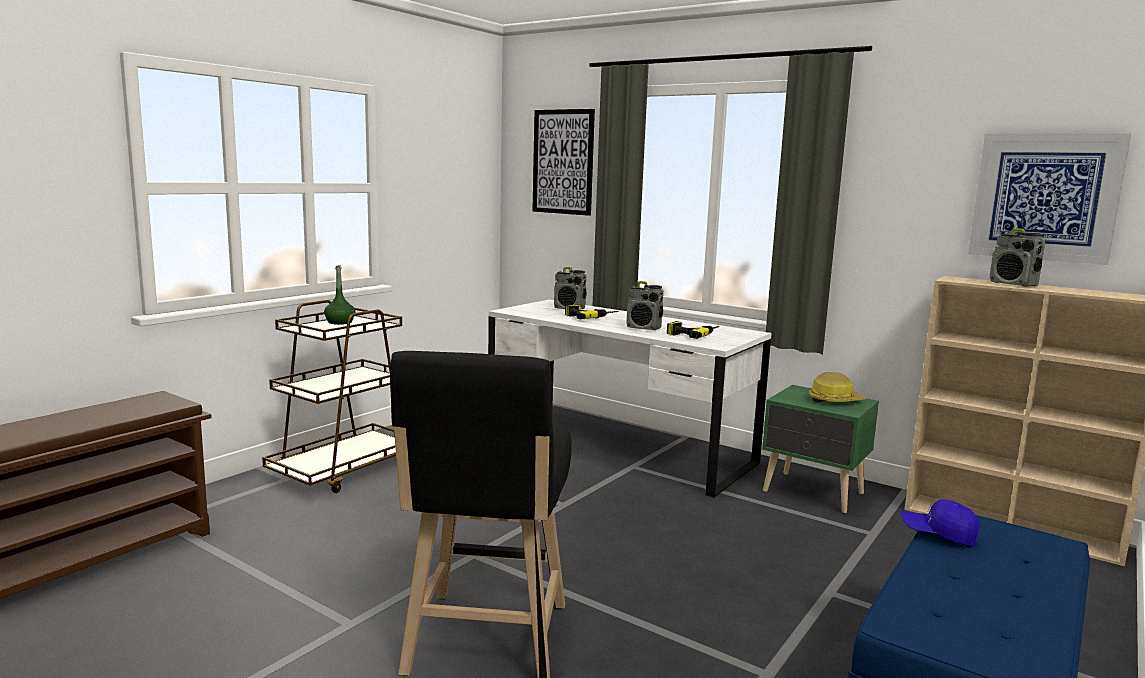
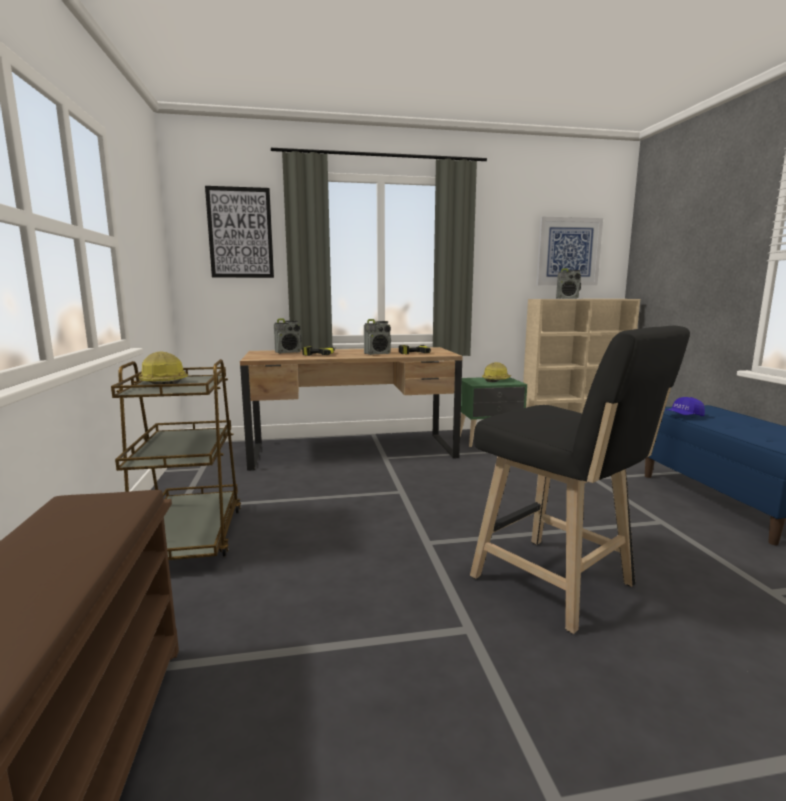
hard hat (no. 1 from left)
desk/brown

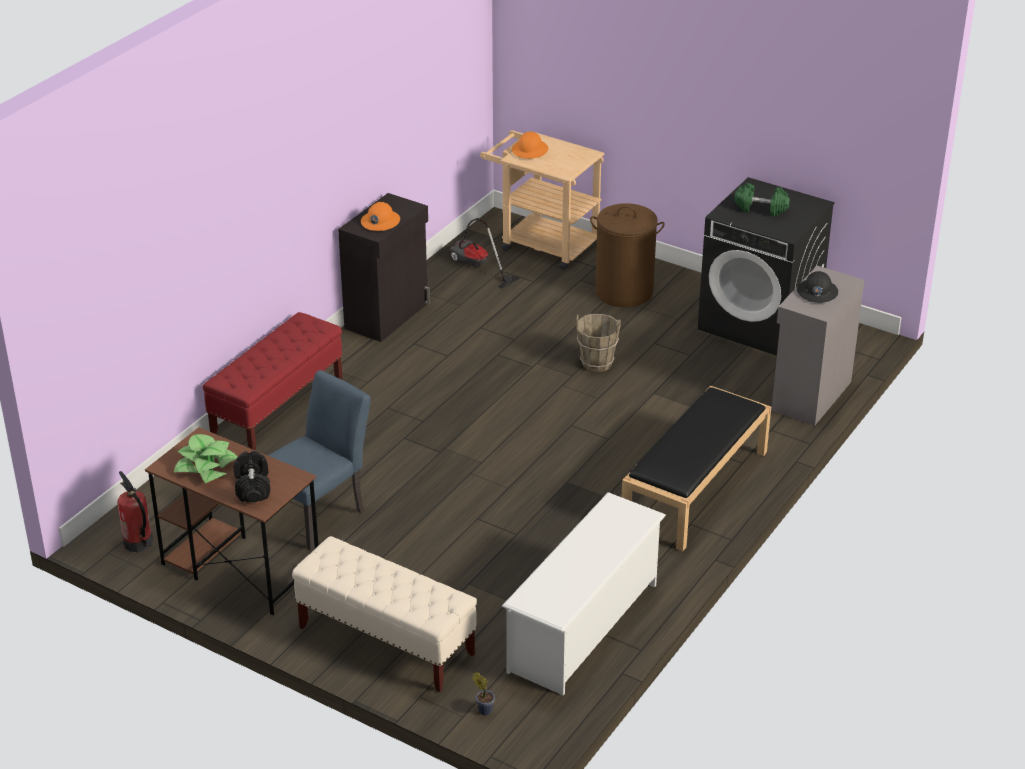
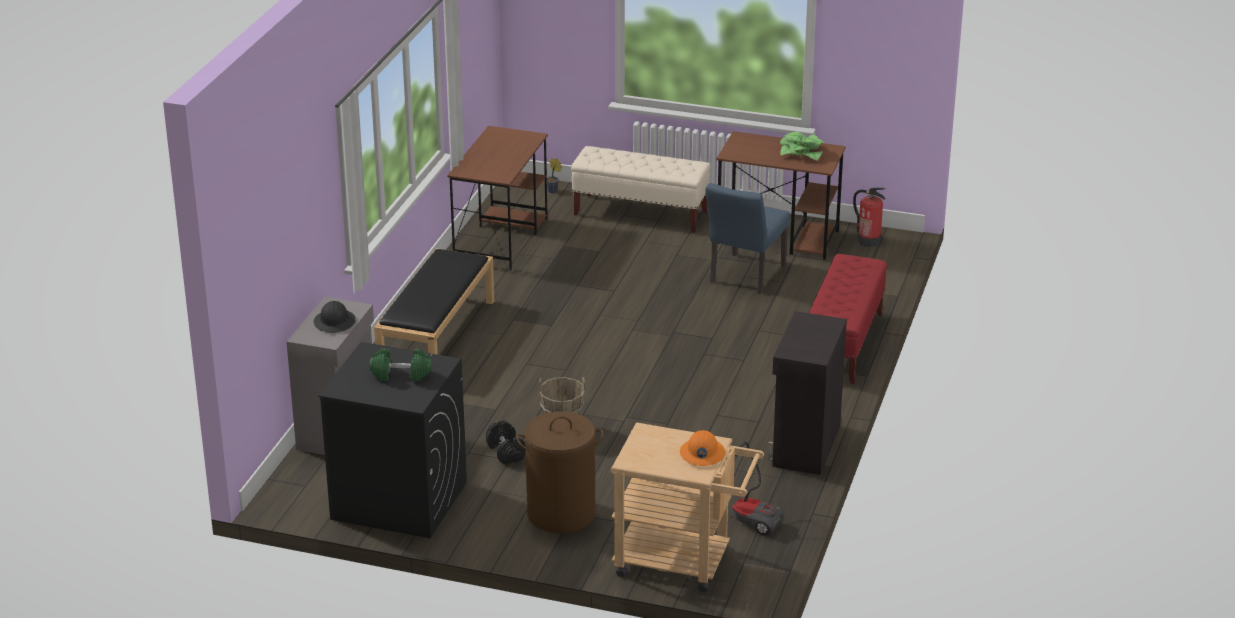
hard hat/orange (no. 1 from left in the first image)
dumbbell/black
desk/brown (no. 1 from left)

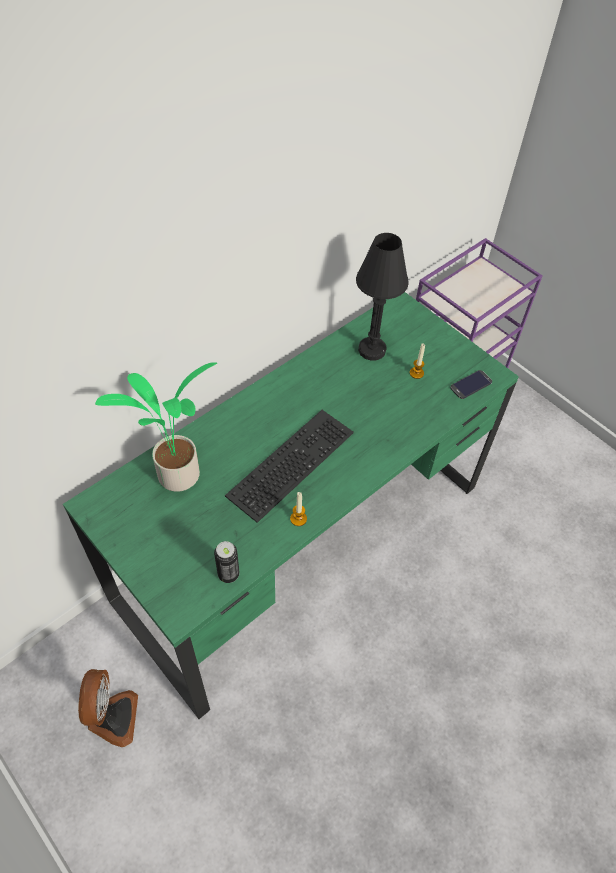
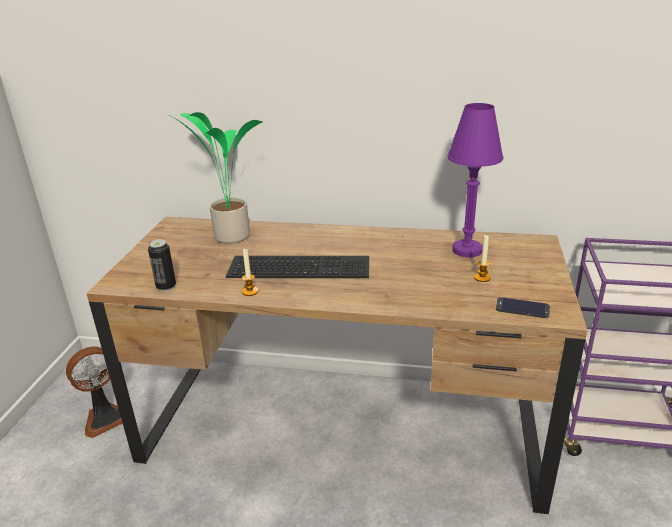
table lamp/purple
desk/brown

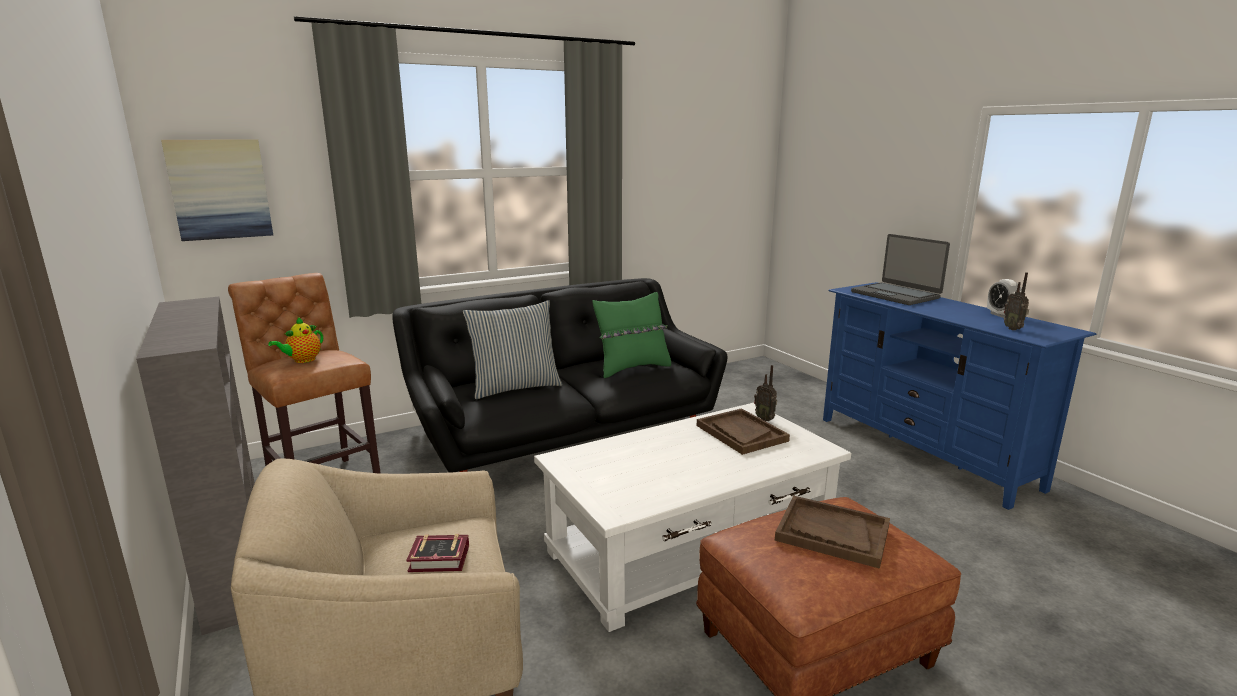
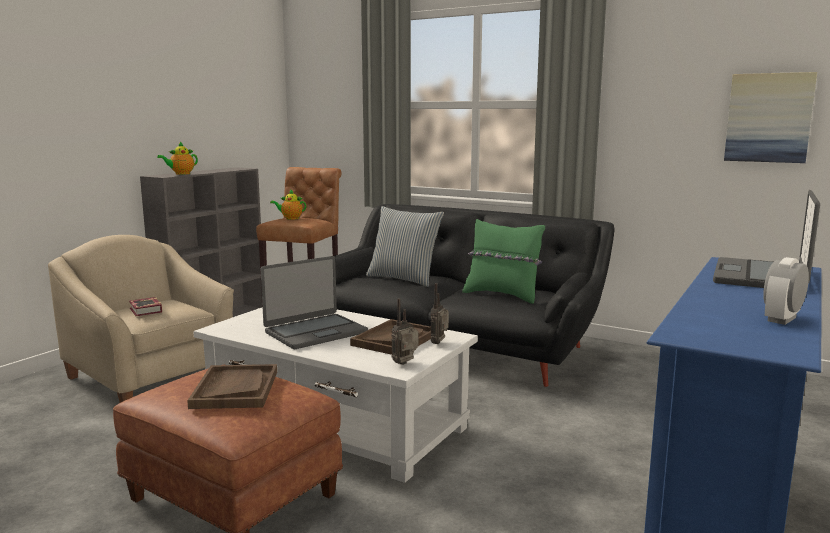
picture
radio (no. 1 from left)
teapot (no. 1 from left)
laptop (no. 1 from left)

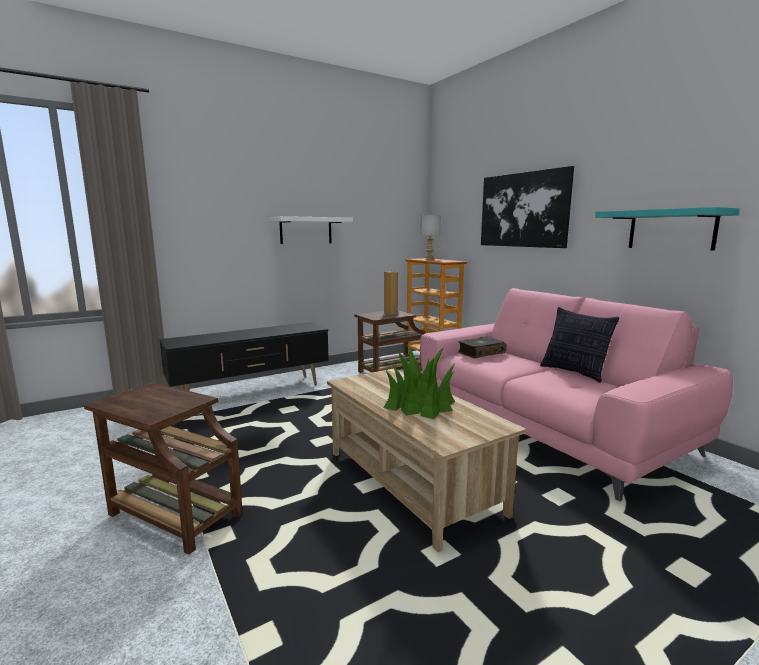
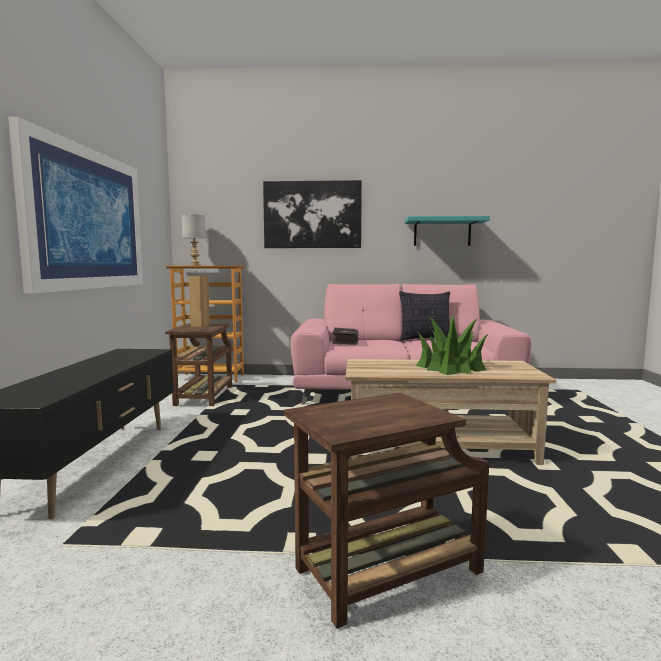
picture (no. 1 from left)

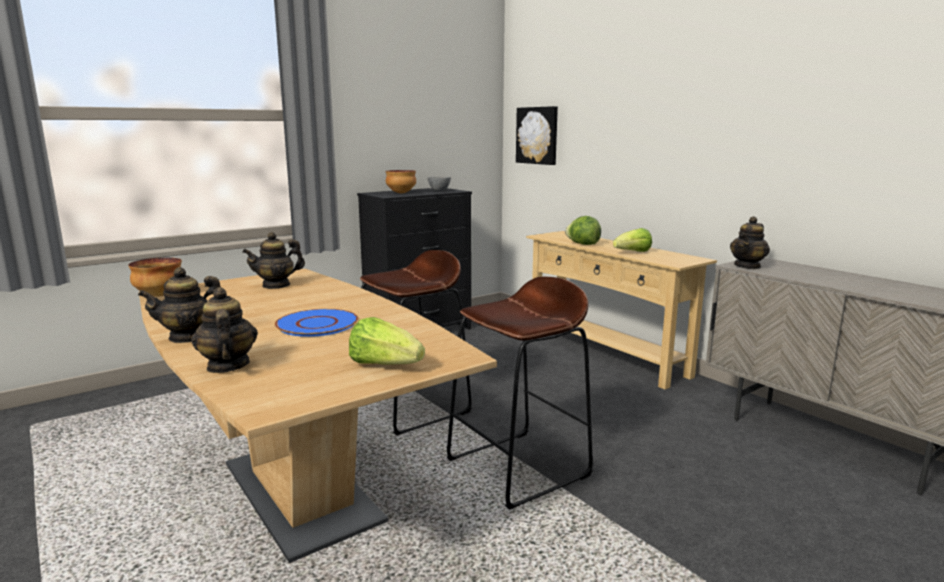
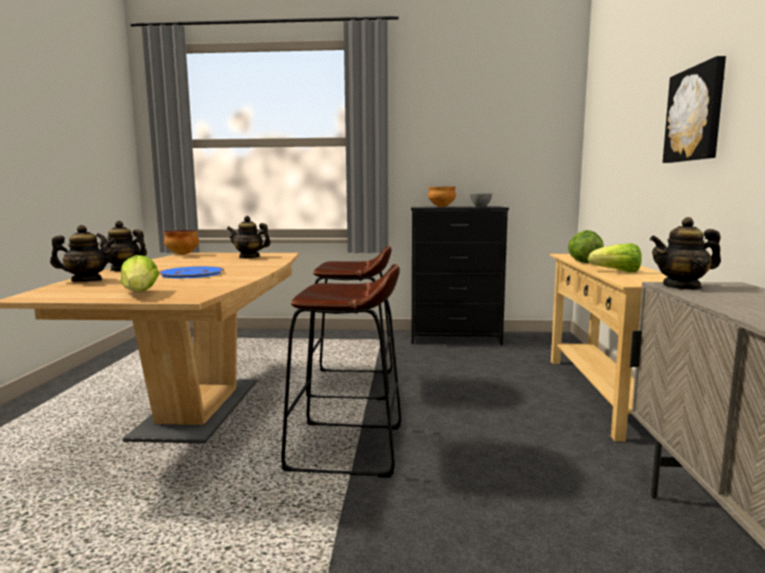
picture
teapot (no. 1 from left)

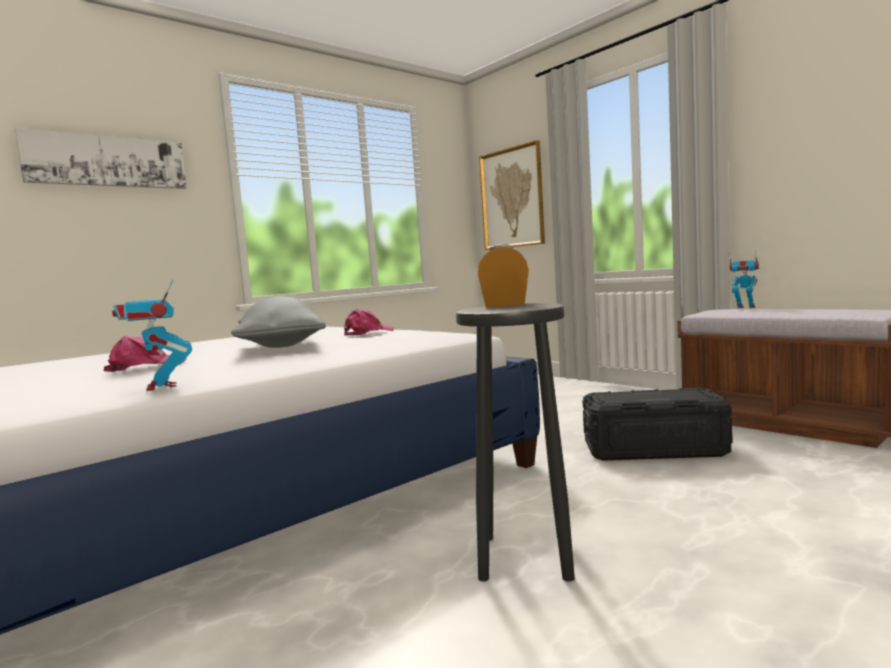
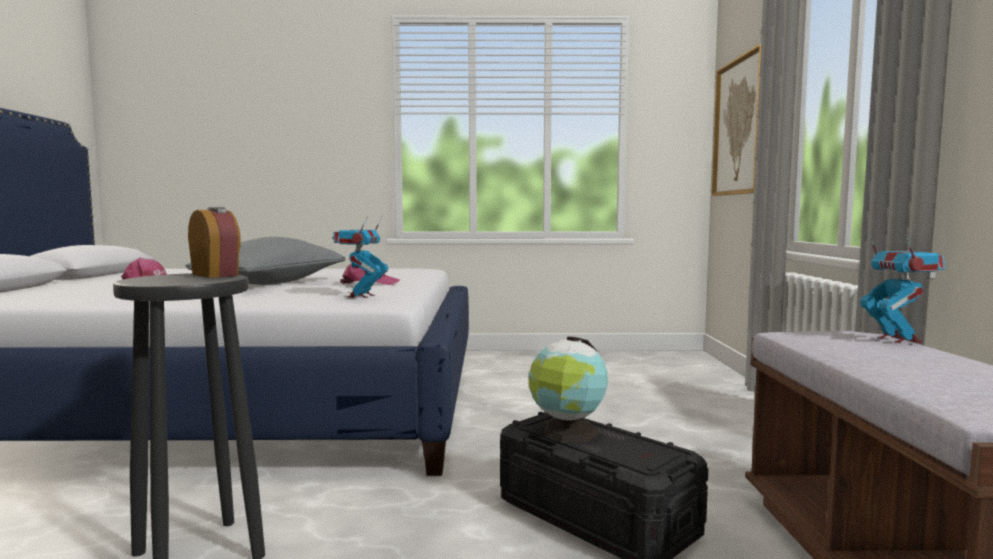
picture (no. 1 from left in the first image)
toy robot (no. 1 from left)
globe

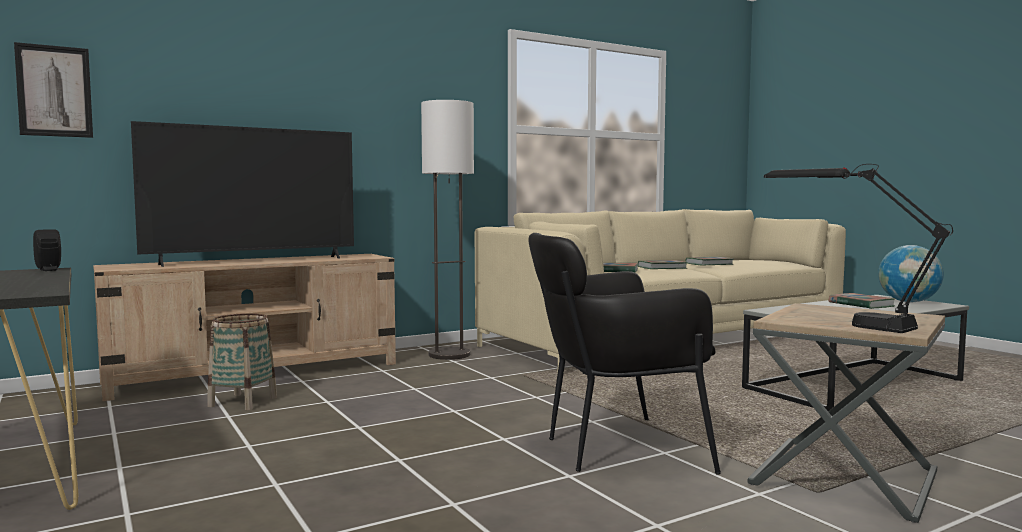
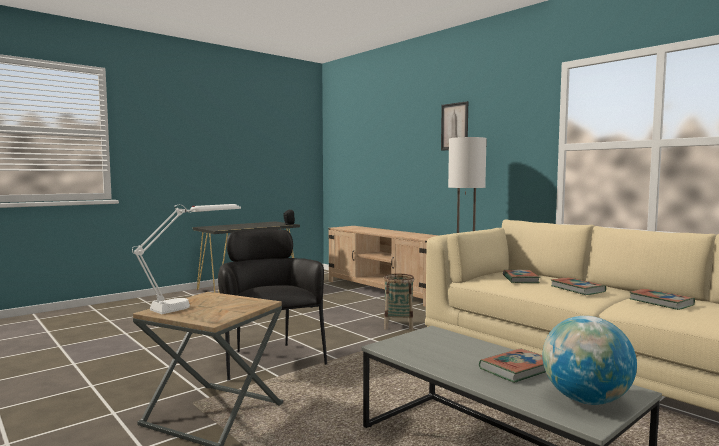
picture
television
table lamp/white
basket

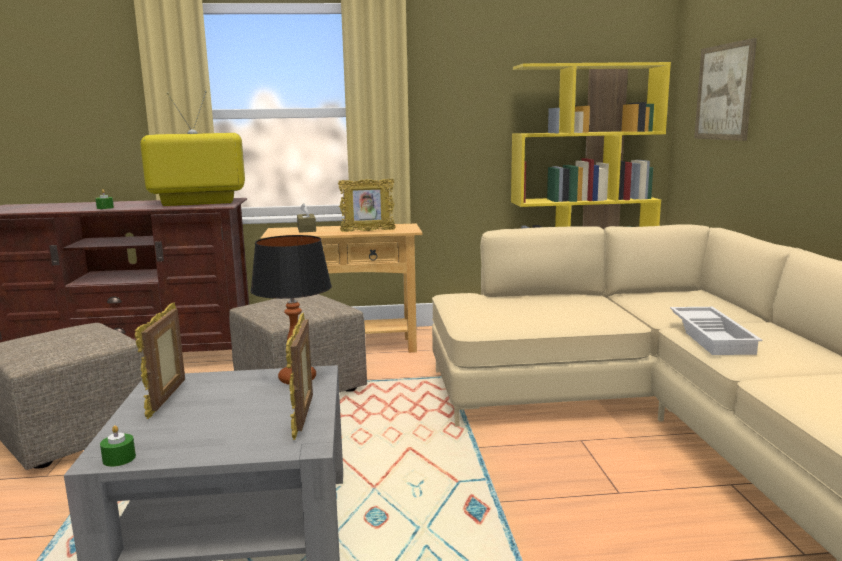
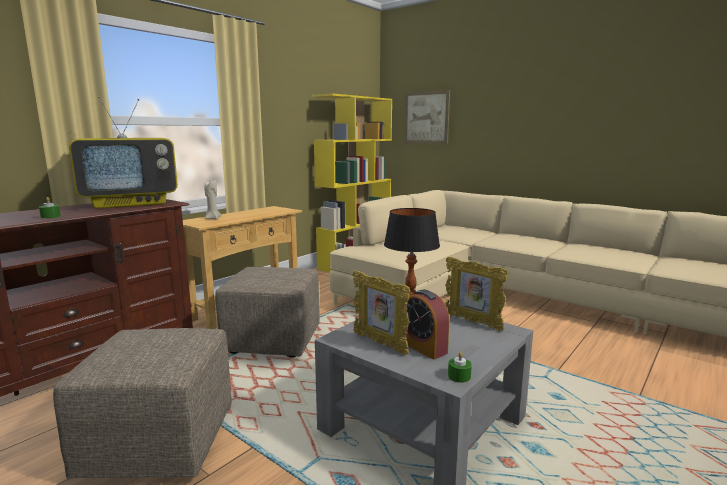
television
picture frame (no. 3 from left in the first image)
candle/beige
tray/white
alarm clock

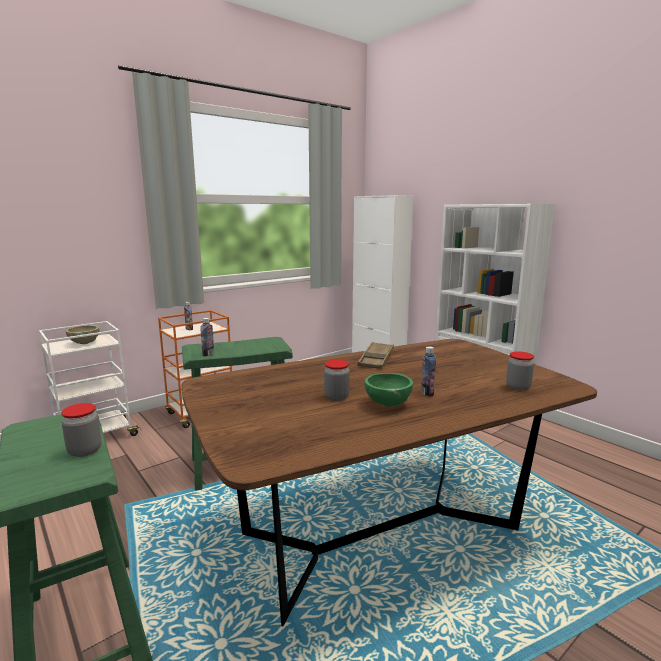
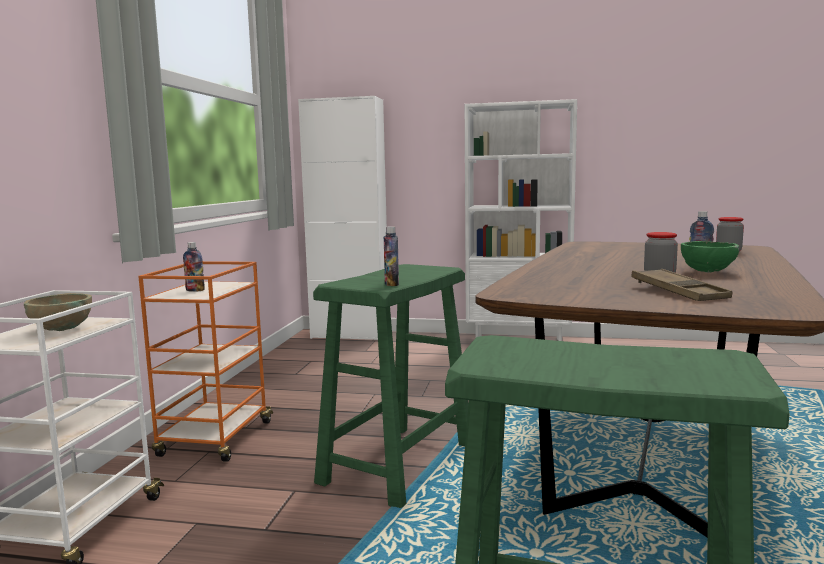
tray/brown
jar (no. 1 from left in the first image)

